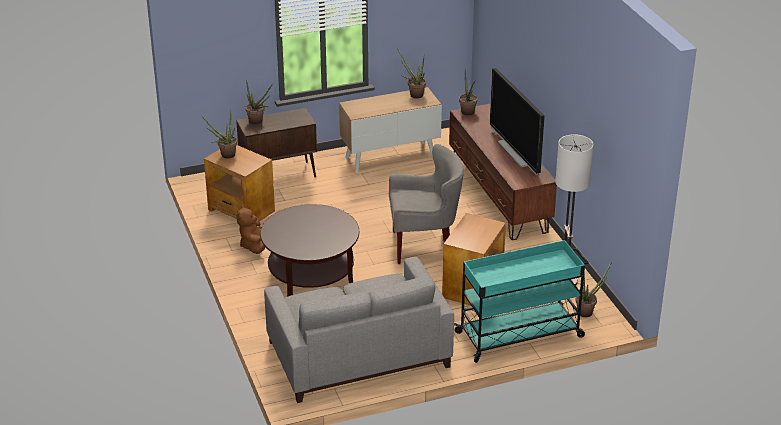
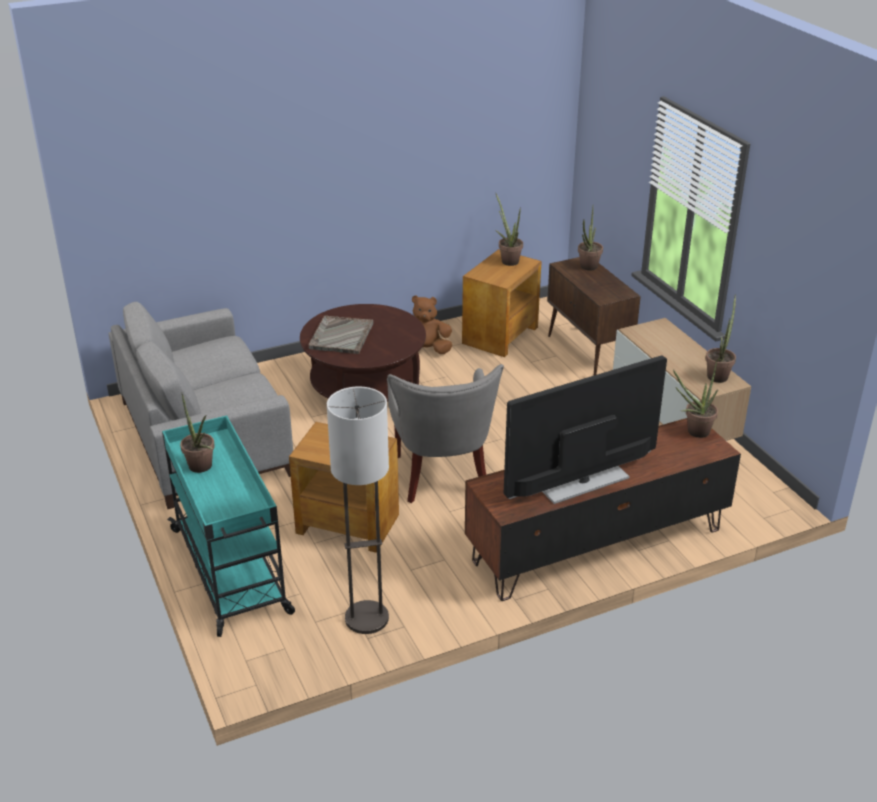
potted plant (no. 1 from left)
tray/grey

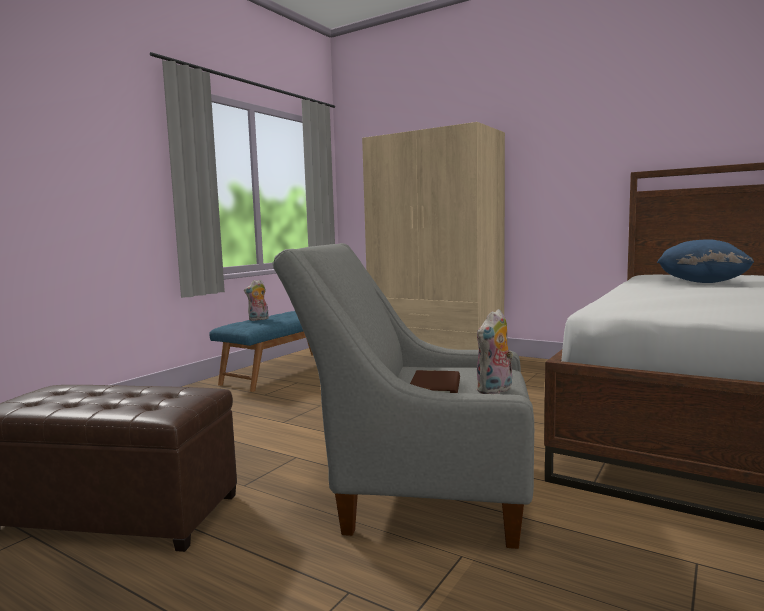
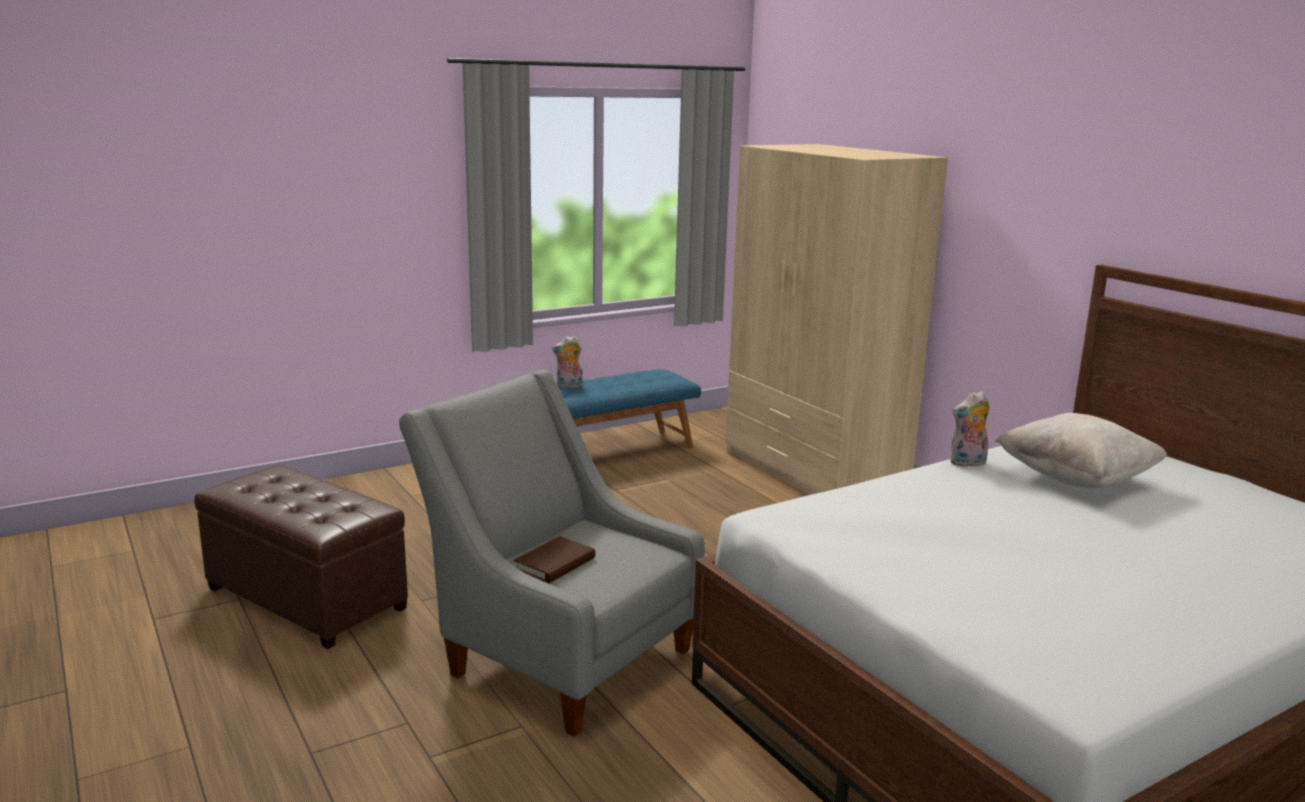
pillow/beige
plush toy (no. 2 from left)

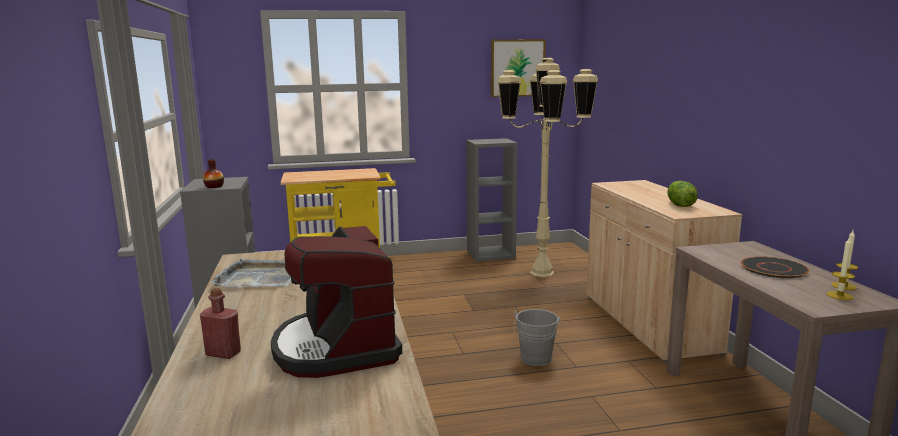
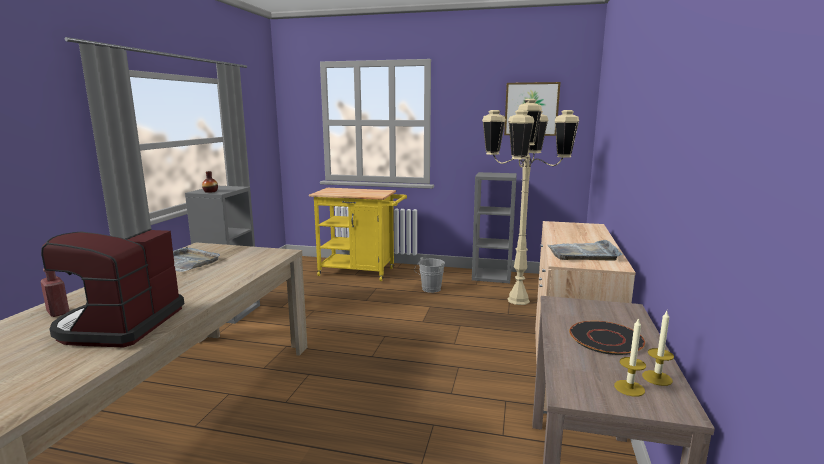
tray/grey (no. 2 from left)
bucket/grey

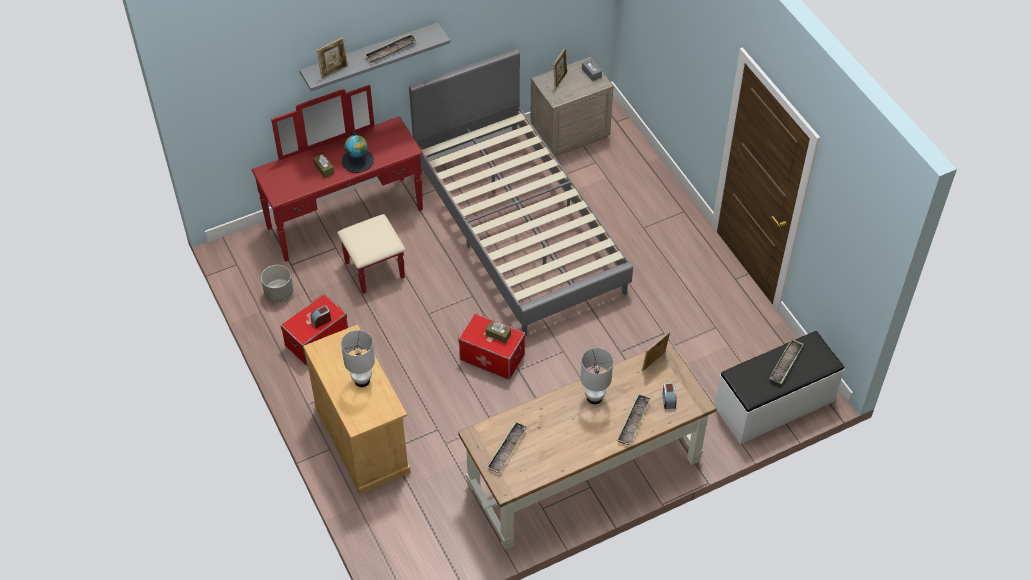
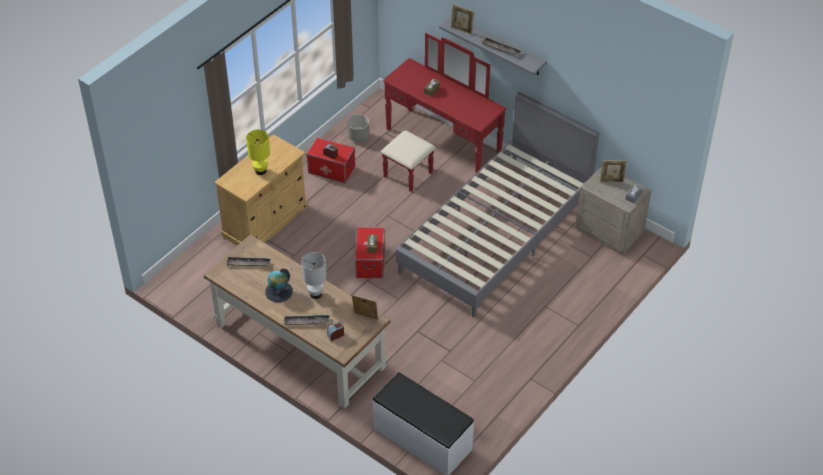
globe
table lamp/yellow
tray (no. 4 from left in the first image)

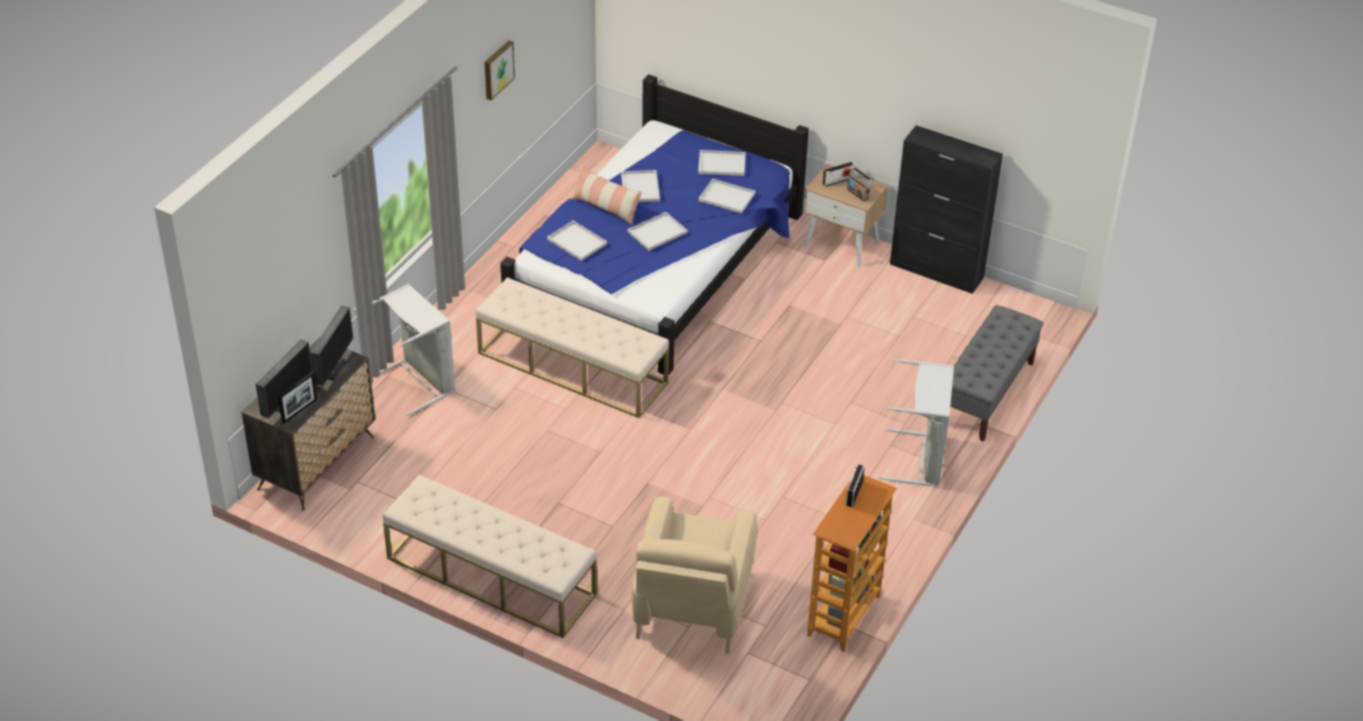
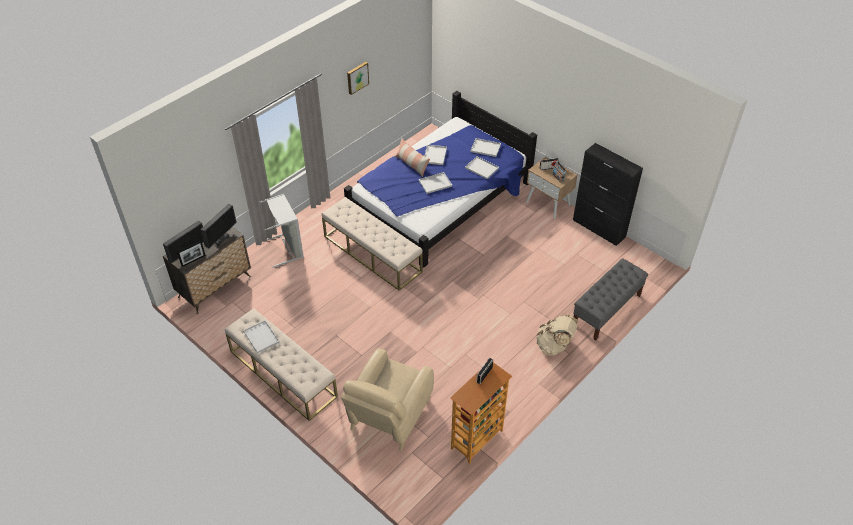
tray/white (no. 1 from left)
backpack/beige

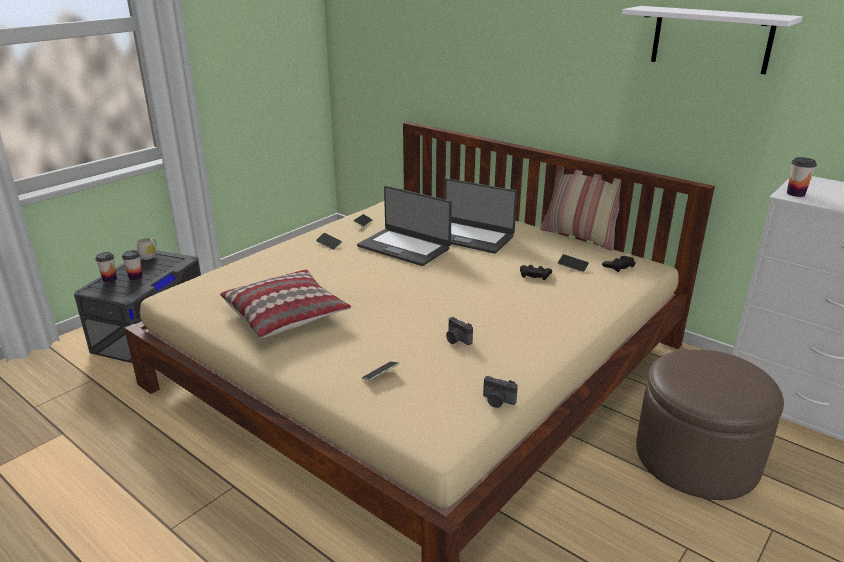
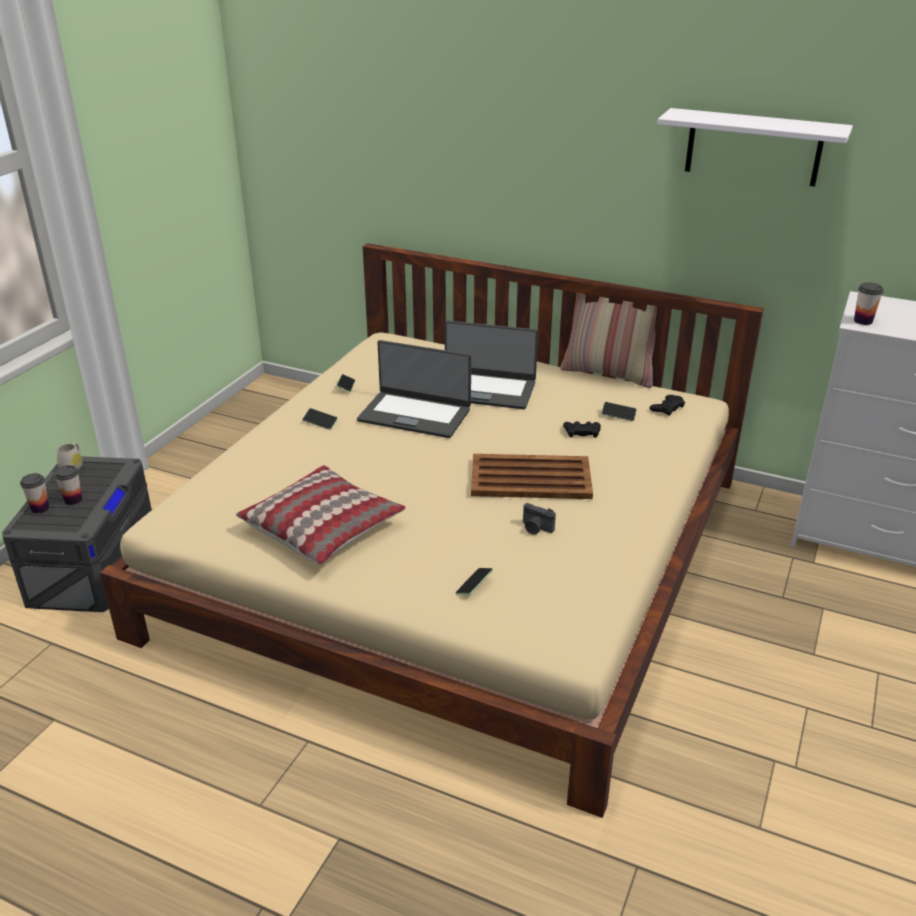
ottoman/brown
photo camera (no. 2 from left in the first image)
tray/brown

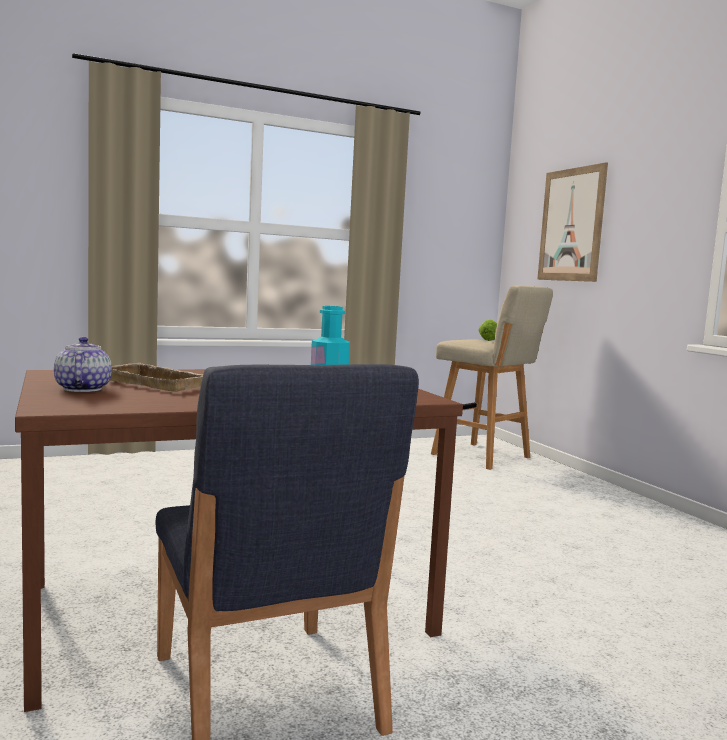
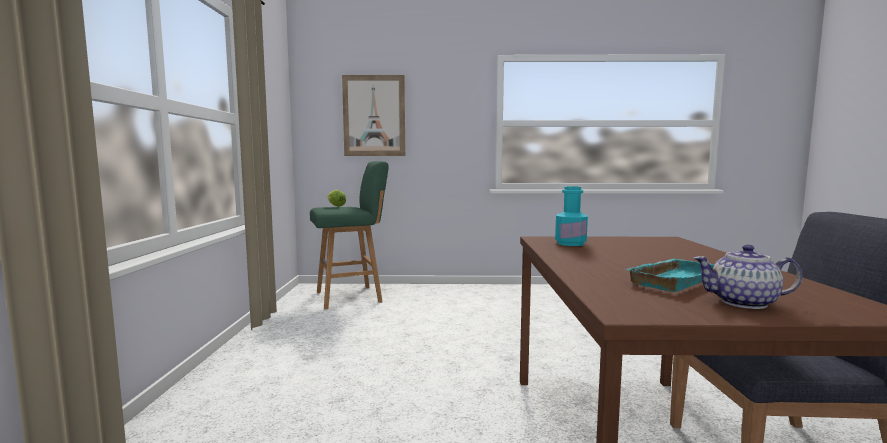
stool/green
tray/turquoise

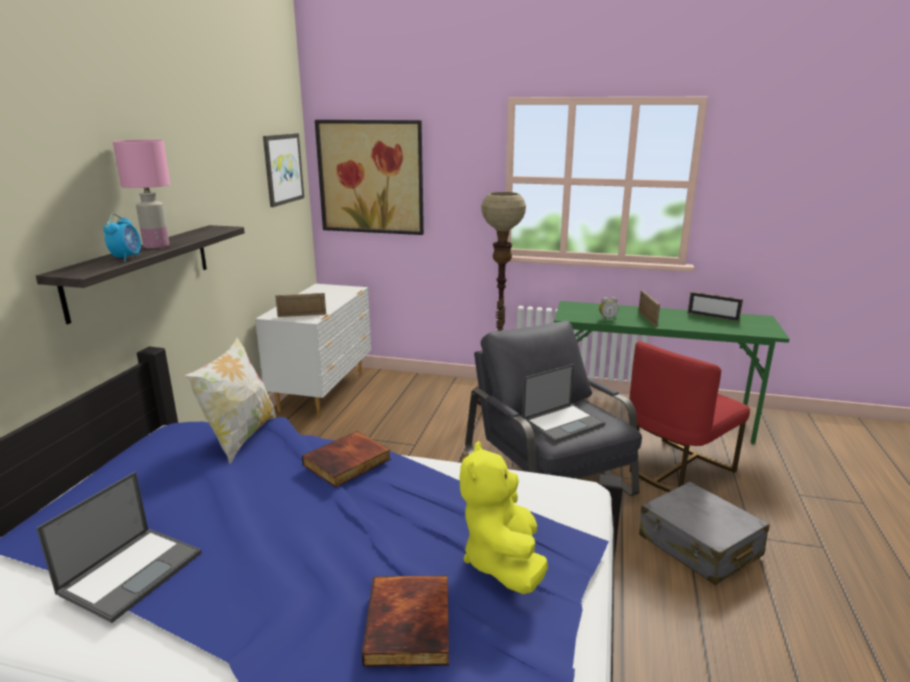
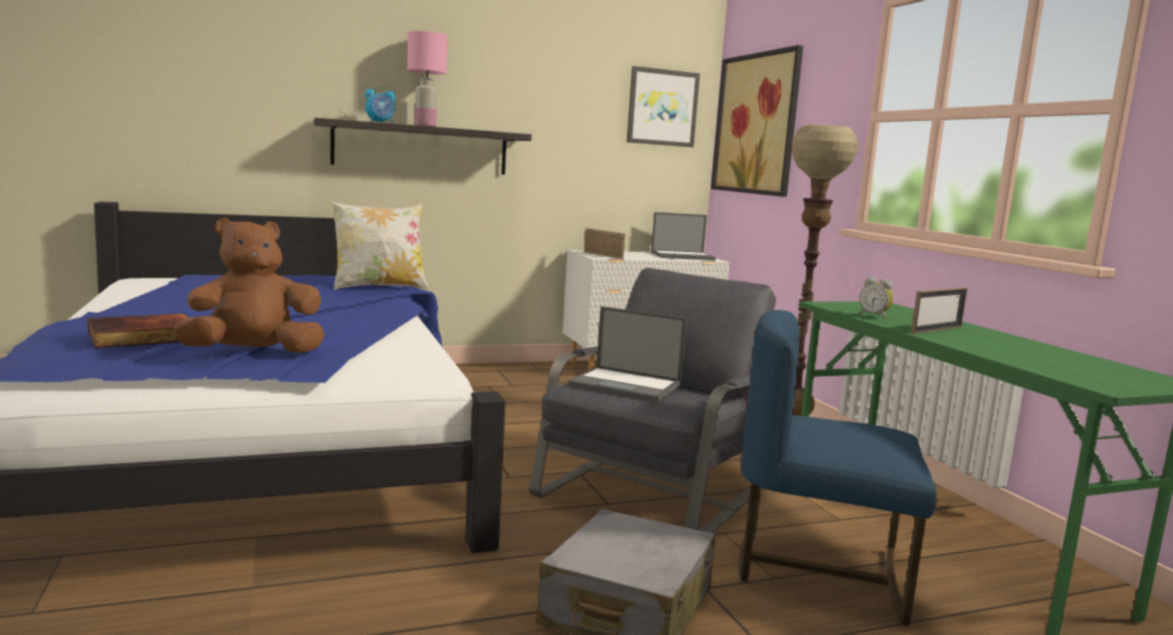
picture frame (no. 3 from left in the first image)
chair/blue
book (no. 1 from left in the first image)
plush toy/brown
laptop (no. 2 from left)

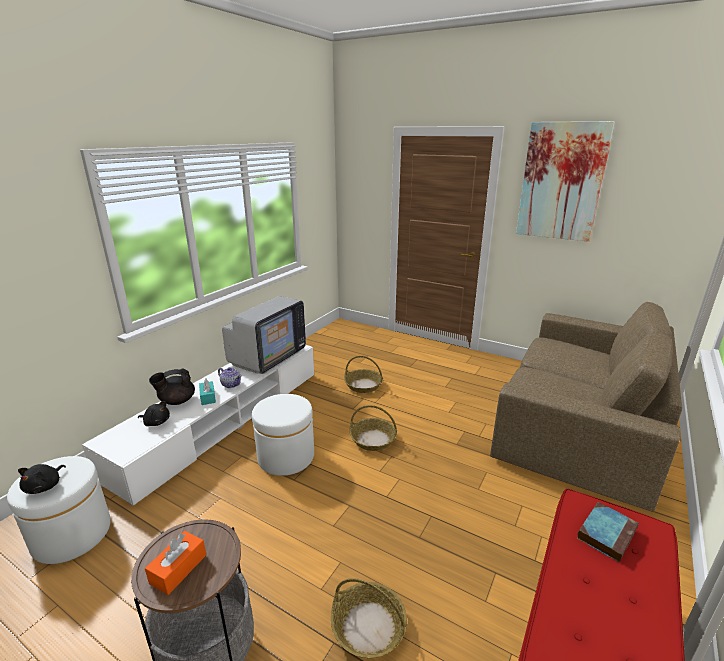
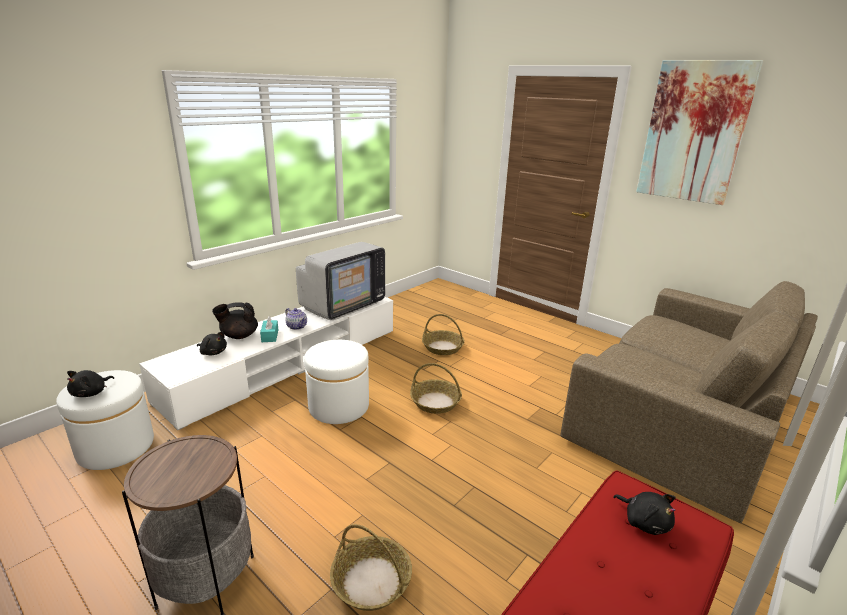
plush toy/black (no. 3 from left)
tissue box/orange

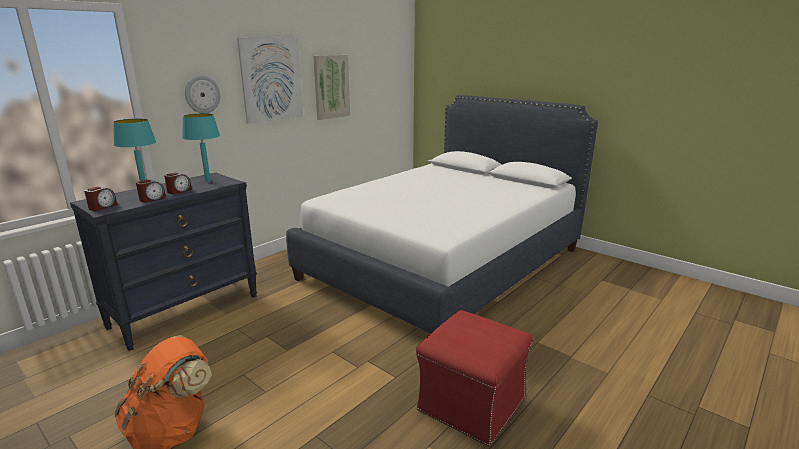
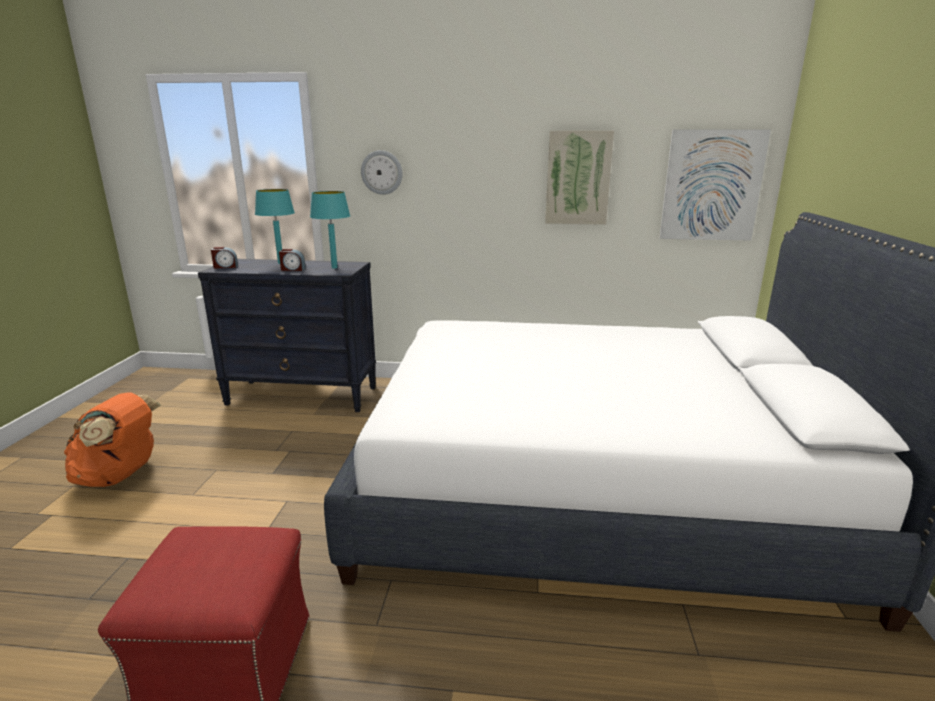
picture (no. 2 from left)
alarm clock (no. 2 from left in the first image)

